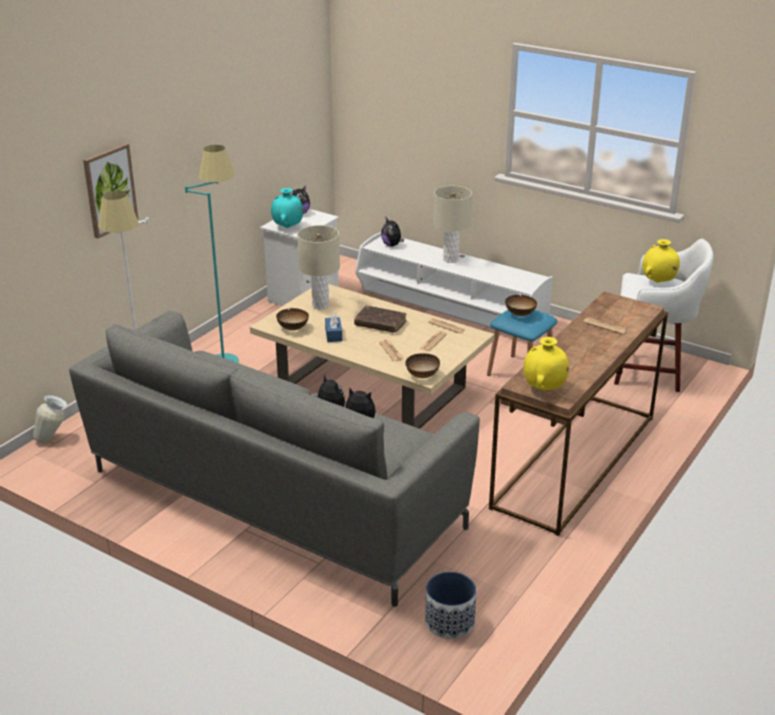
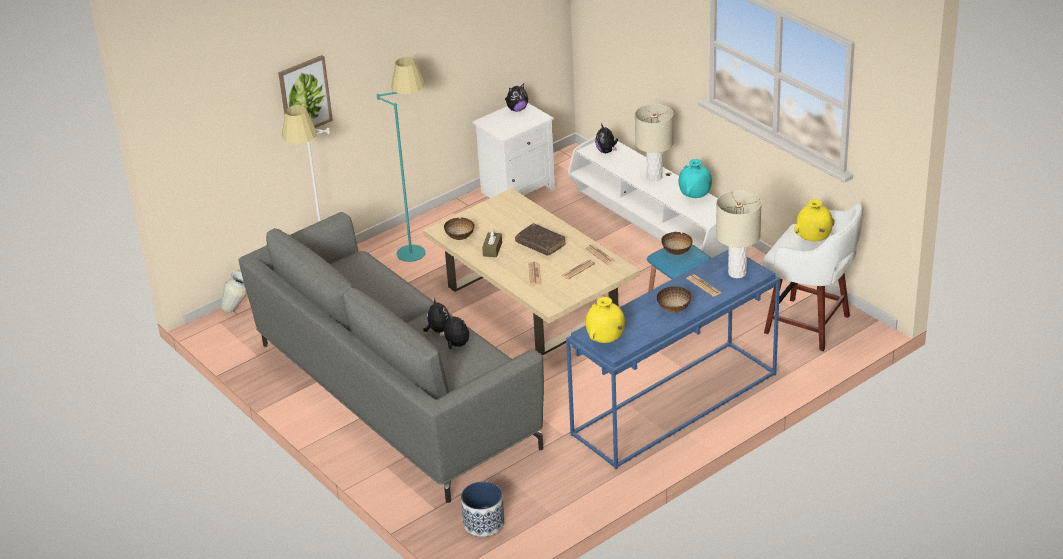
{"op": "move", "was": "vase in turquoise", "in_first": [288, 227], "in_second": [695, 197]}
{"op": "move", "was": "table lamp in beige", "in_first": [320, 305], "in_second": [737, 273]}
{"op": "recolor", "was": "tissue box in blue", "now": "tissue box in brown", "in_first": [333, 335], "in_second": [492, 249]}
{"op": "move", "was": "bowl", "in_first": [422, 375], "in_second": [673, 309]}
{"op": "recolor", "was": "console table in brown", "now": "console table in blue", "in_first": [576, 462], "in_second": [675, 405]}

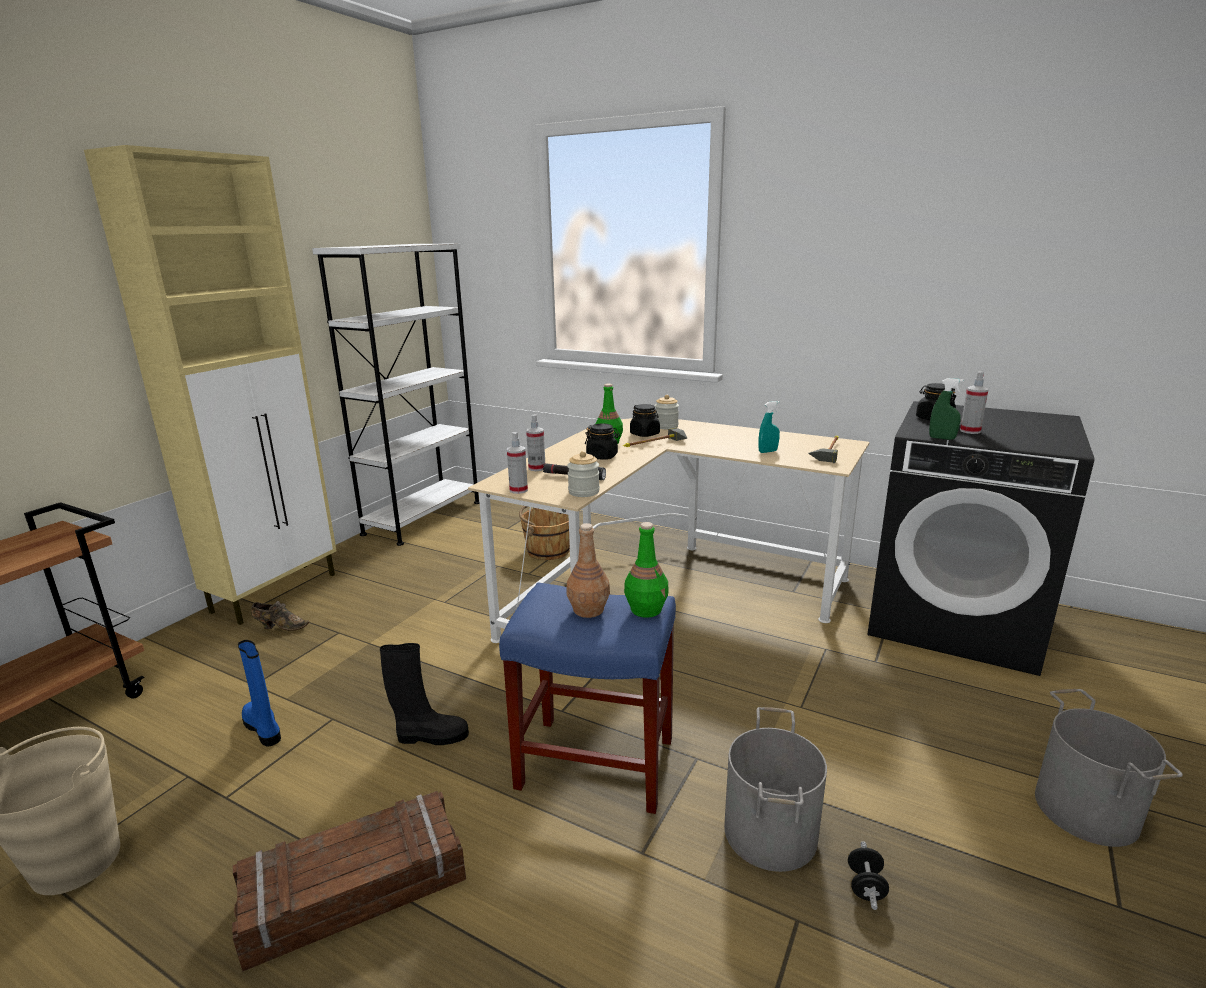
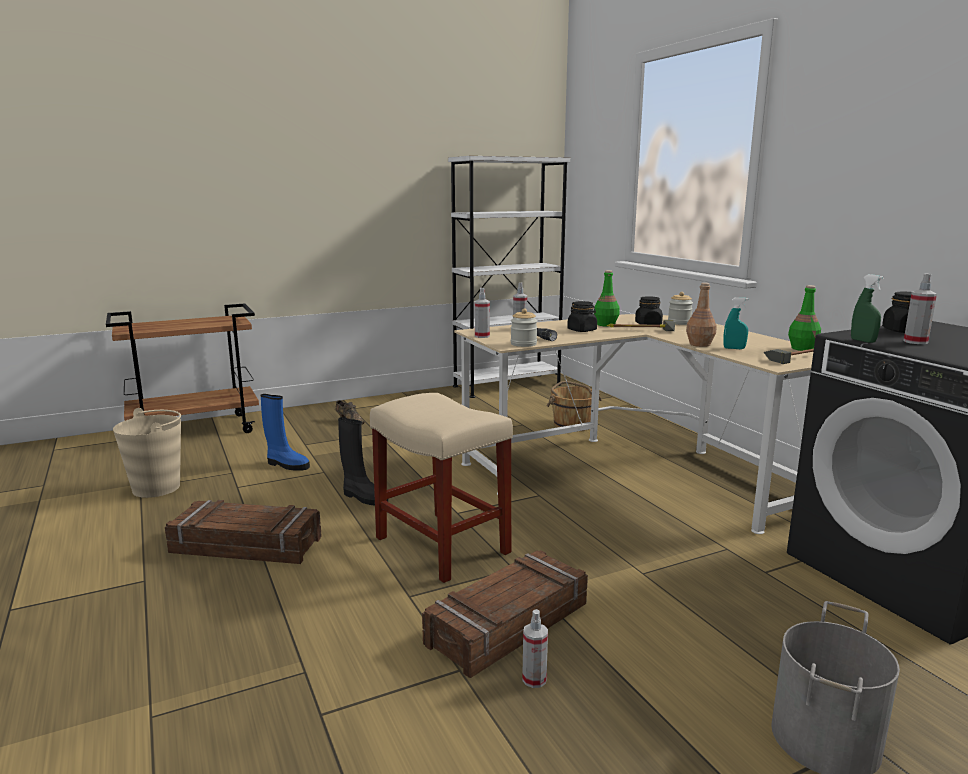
{"op": "delete", "was": "cabinet in beige", "in_first": [277, 592]}
{"op": "rotate", "was": "boot in blue", "in_first": [264, 728], "in_second": [286, 465], "clockwise": 120}
{"op": "recolor", "was": "stool in blue", "now": "stool in beige", "in_first": [593, 763], "in_second": [440, 544]}
{"op": "move", "was": "bottle in brown", "in_first": [588, 609], "in_second": [699, 344]}
{"op": "move", "was": "bottle in green", "in_first": [646, 609], "in_second": [802, 348]}
{"op": "replace", "was": "bucket in grey", "now": "crate", "in_first": [768, 832], "in_second": [507, 623]}
{"op": "replace", "was": "dumbbell in black", "now": "spray bottle", "in_first": [865, 886], "in_second": [534, 679]}

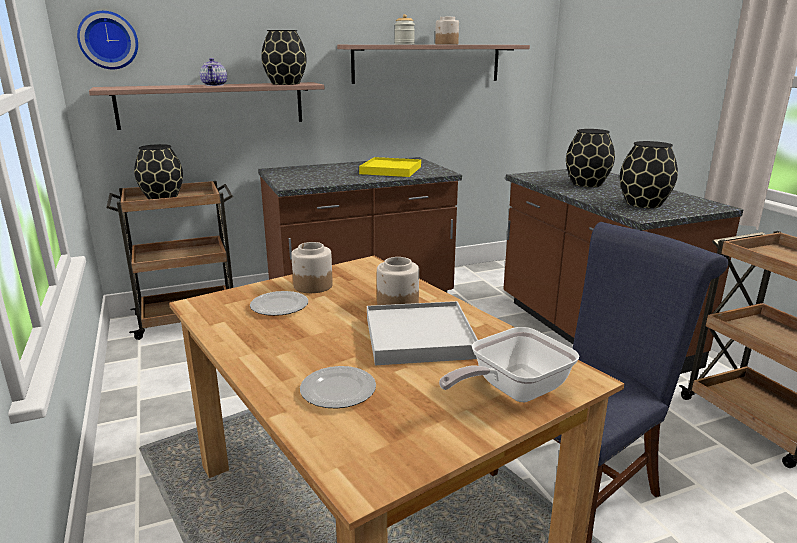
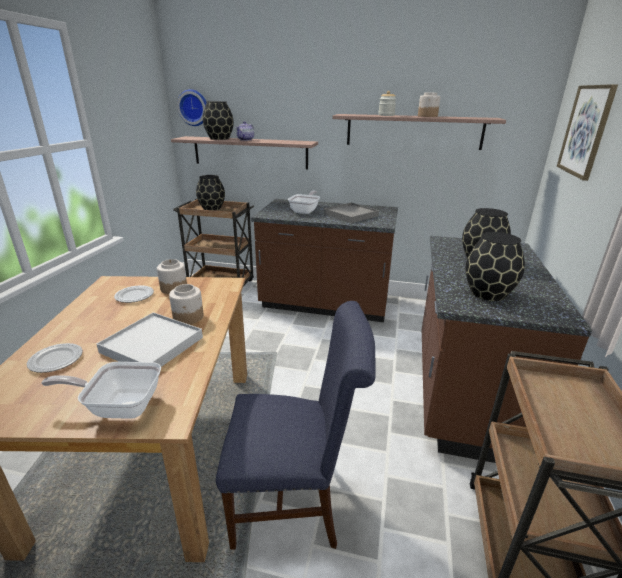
{"op": "move", "was": "vase in black", "in_first": [285, 83], "in_second": [219, 138]}
{"op": "recolor", "was": "tray in yellow", "now": "tray in grey", "in_first": [391, 170], "in_second": [351, 215]}
{"op": "insert", "now": "frying pan", "in_second": [305, 211]}
{"op": "insert", "now": "picture", "in_second": [585, 131]}

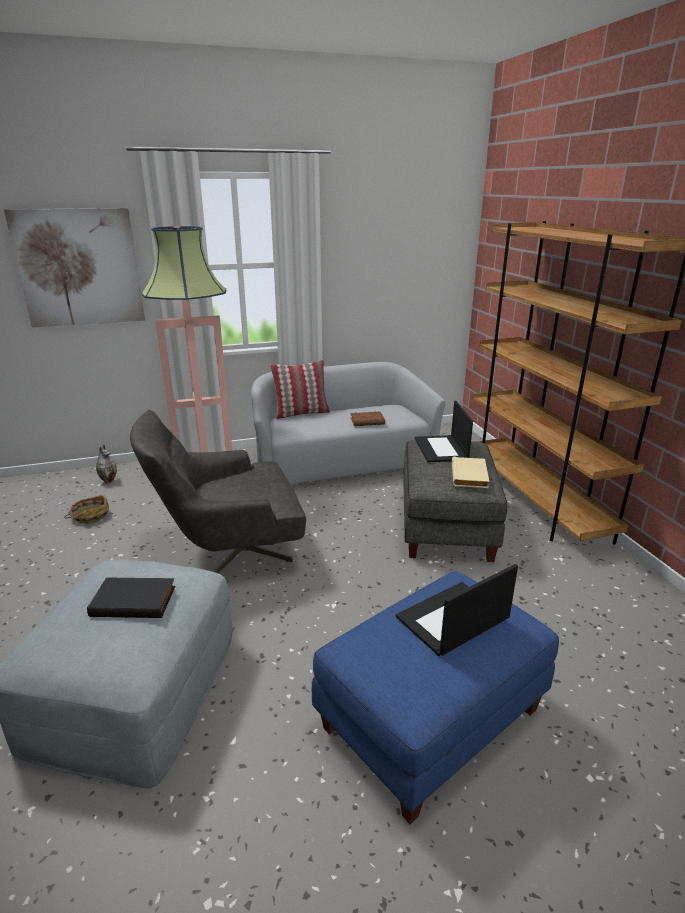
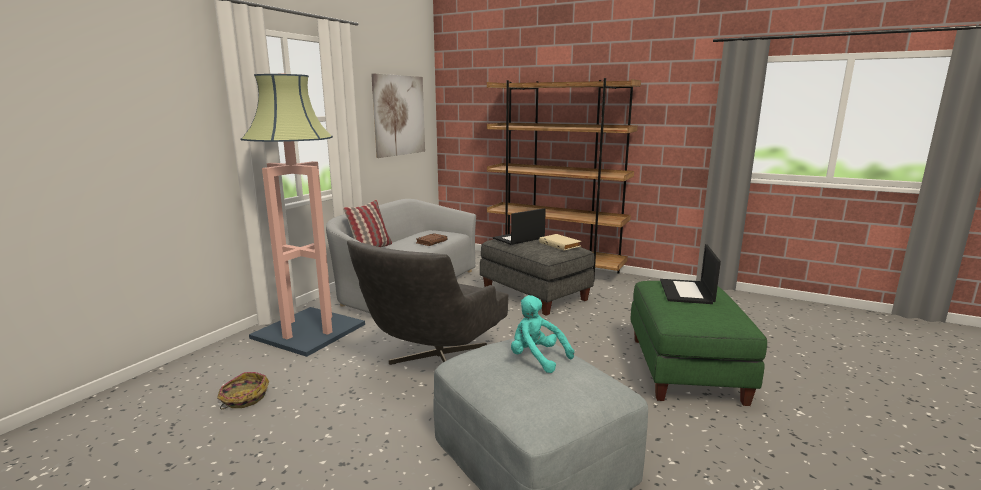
{"op": "move", "was": "picture", "in_first": [79, 268], "in_second": [399, 115]}
{"op": "replace", "was": "book in black", "now": "plush toy in turquoise", "in_first": [135, 600], "in_second": [536, 358]}
{"op": "delete", "was": "vase", "in_first": [109, 480]}
{"op": "recolor", "was": "ottoman in blue", "now": "ottoman in green", "in_first": [431, 721], "in_second": [686, 369]}
{"op": "rotate", "was": "laptop", "in_first": [441, 449], "in_second": [518, 238], "clockwise": 105}

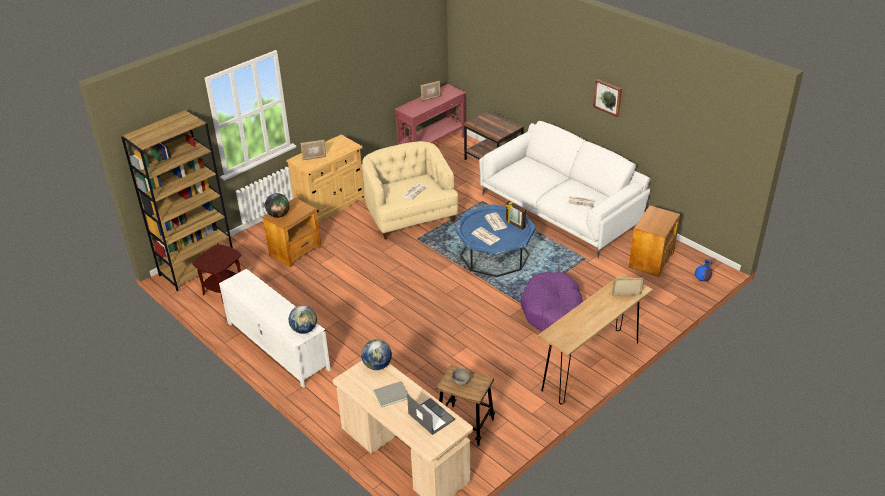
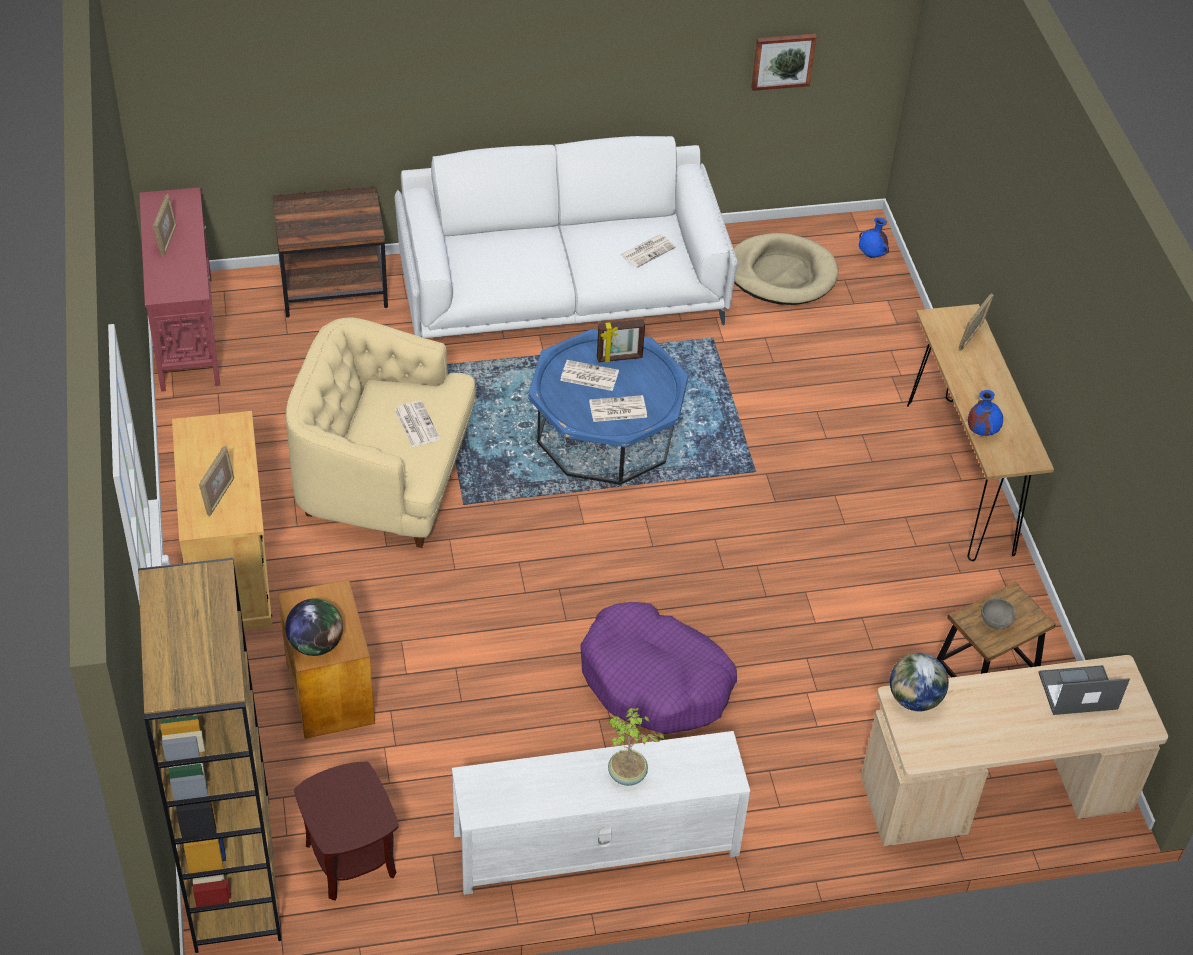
{"op": "delete", "was": "globe", "in_first": [304, 329]}
{"op": "delete", "was": "book in grey", "in_first": [390, 394]}
{"op": "move", "was": "dog bed in purple", "in_first": [553, 311], "in_second": [655, 681]}
{"op": "move", "was": "picture", "in_first": [608, 97], "in_second": [783, 60]}
{"op": "replace", "was": "side table in brown", "now": "dog bed in beige", "in_first": [651, 260], "in_second": [781, 274]}
{"op": "insert", "now": "potted plant", "in_second": [627, 775]}
{"op": "insert", "now": "vase in blue", "in_second": [982, 430]}

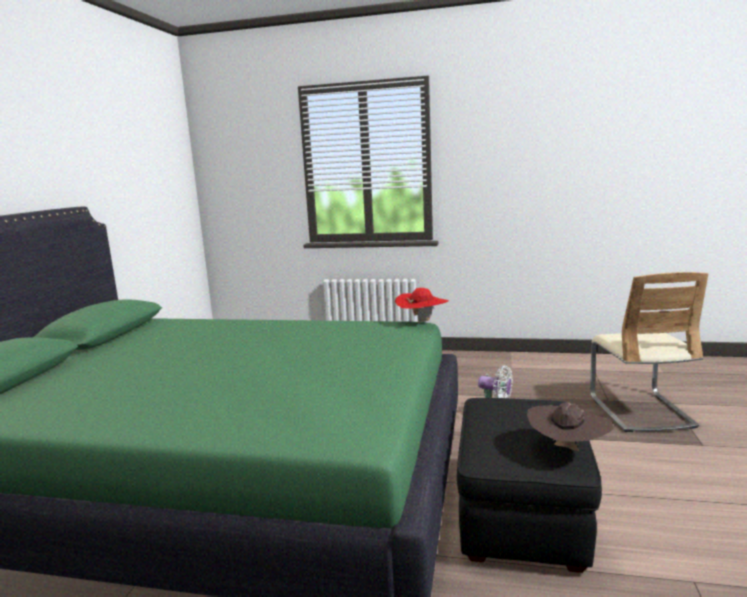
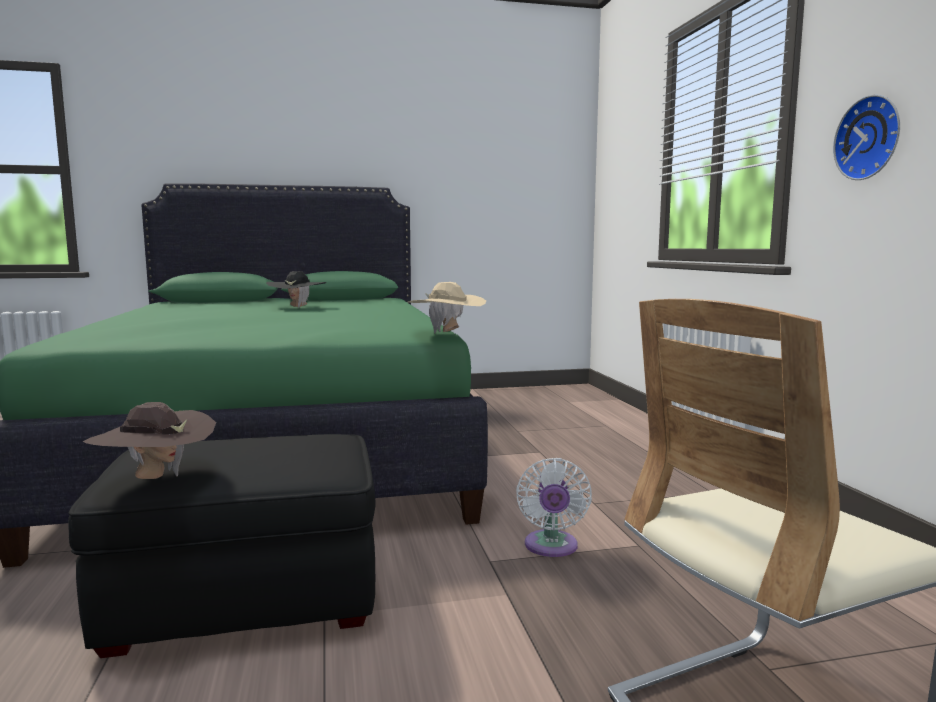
{"op": "recolor", "was": "hat in red", "now": "hat in beige", "in_first": [422, 321], "in_second": [448, 333]}
{"op": "insert", "now": "hat in black", "in_second": [297, 307]}
{"op": "insert", "now": "wall clock", "in_second": [870, 138]}

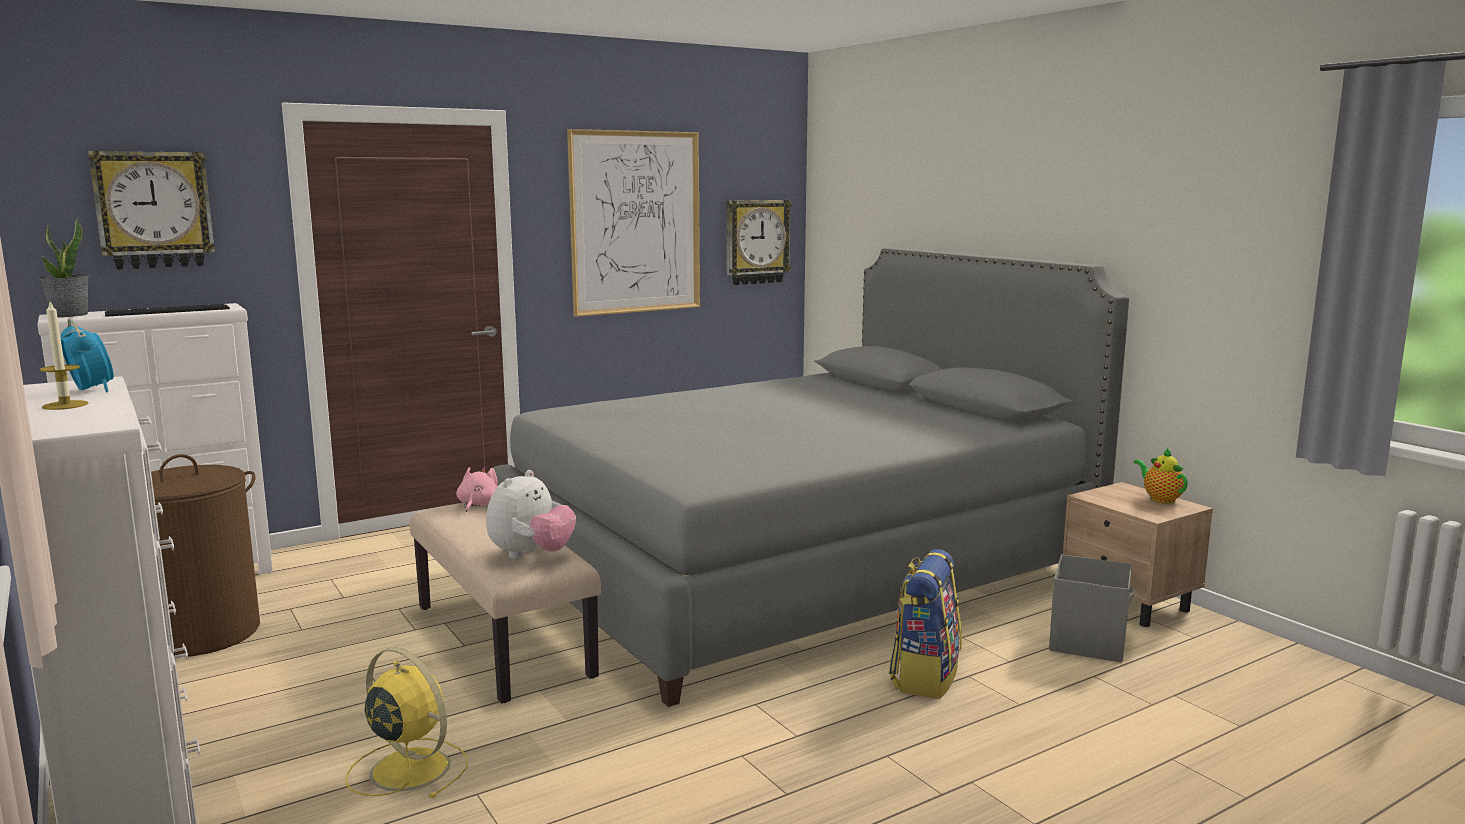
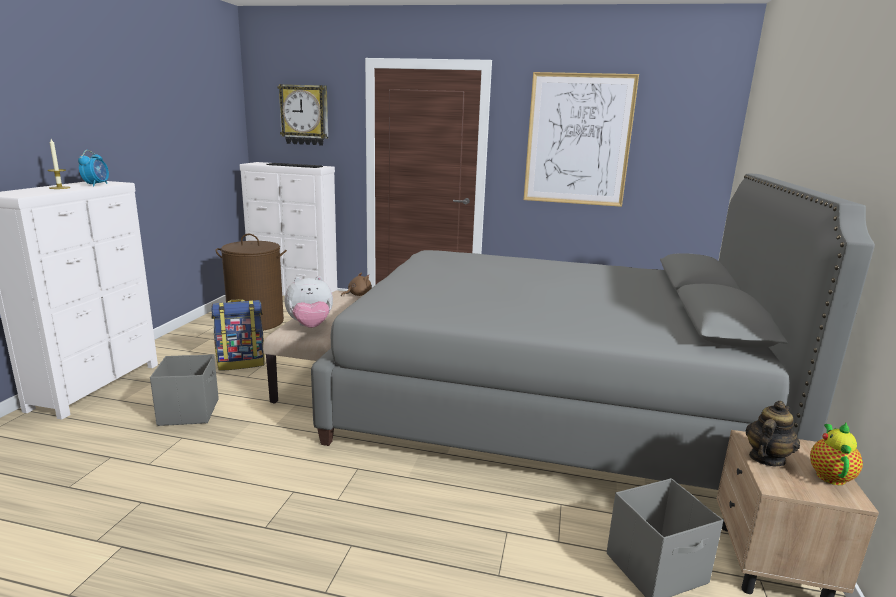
{"op": "delete", "was": "potted plant", "in_first": [69, 315]}
{"op": "replace", "was": "fan in yellow", "now": "storage box in grey", "in_first": [407, 768], "in_second": [189, 412]}
{"op": "recolor", "was": "plush toy in pink", "now": "plush toy in brown", "in_first": [477, 505], "in_second": [358, 295]}
{"op": "delete", "was": "wall clock", "in_first": [756, 242]}
{"op": "move", "was": "backpack", "in_first": [924, 676], "in_second": [241, 363]}
{"op": "insert", "now": "teapot", "in_second": [766, 458]}

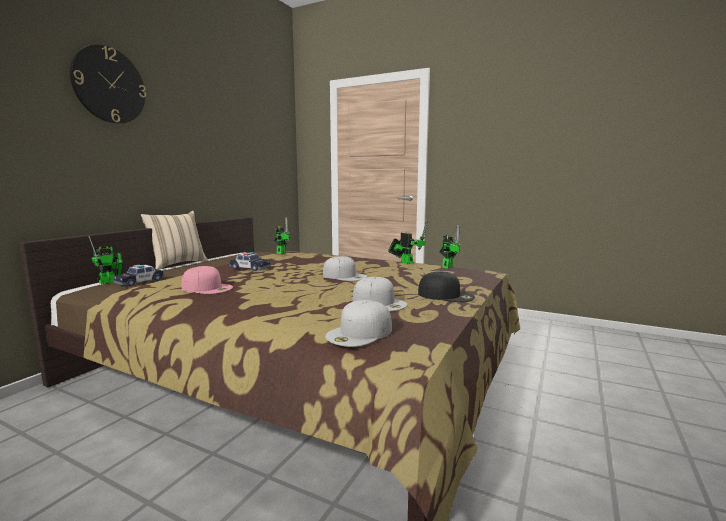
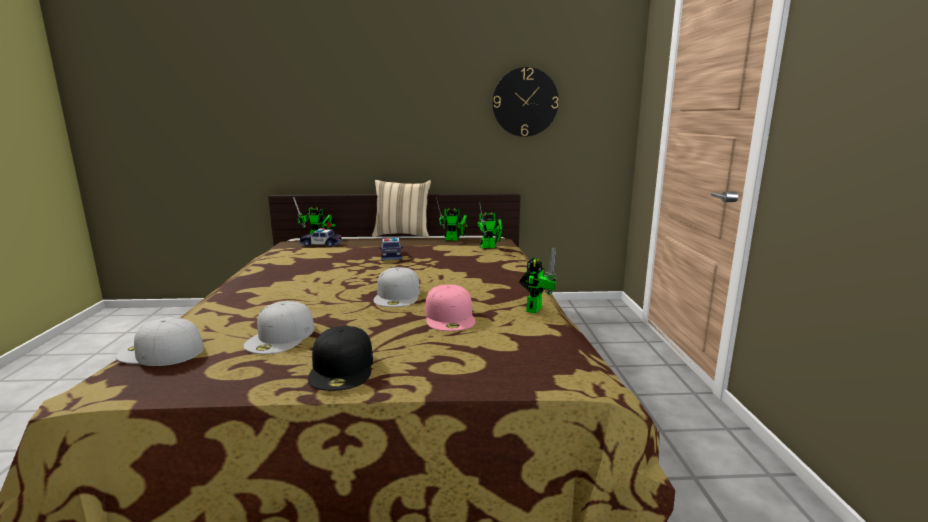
{"op": "move", "was": "wall clock", "in_first": [109, 85], "in_second": [525, 102]}
{"op": "move", "was": "cap in pink", "in_first": [207, 288], "in_second": [450, 317]}
{"op": "move", "was": "toy robot", "in_first": [448, 266], "in_second": [454, 239]}

